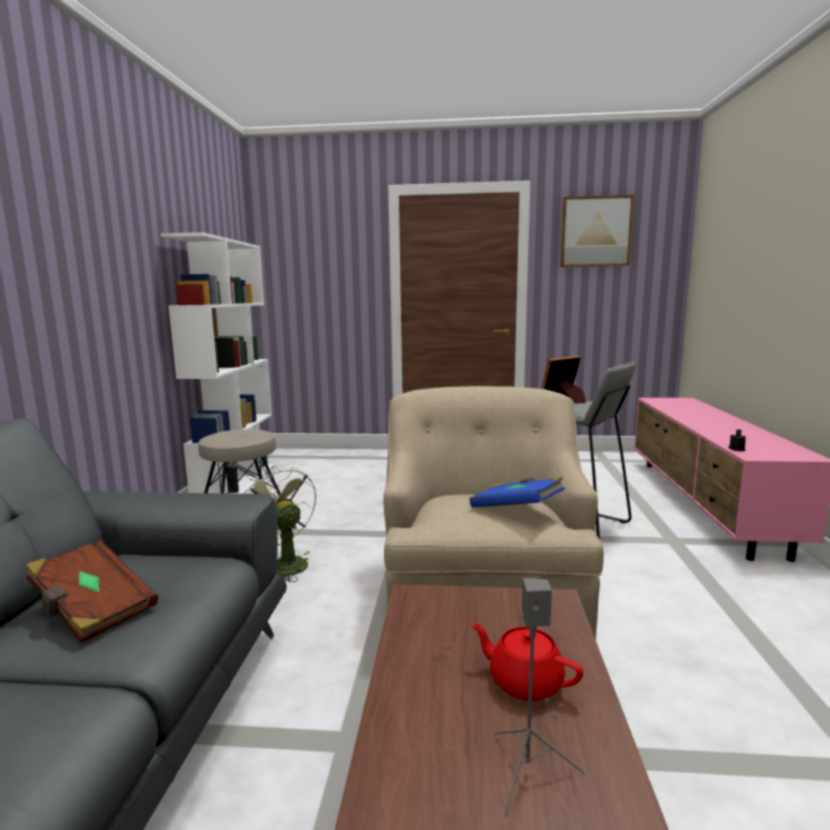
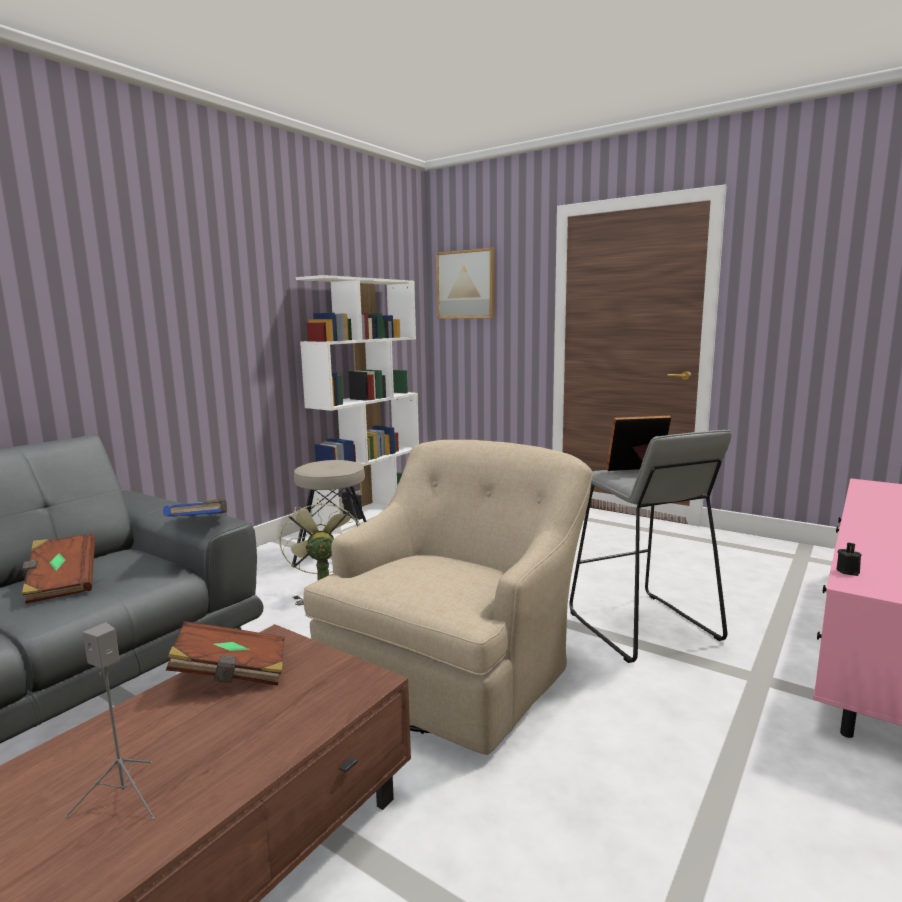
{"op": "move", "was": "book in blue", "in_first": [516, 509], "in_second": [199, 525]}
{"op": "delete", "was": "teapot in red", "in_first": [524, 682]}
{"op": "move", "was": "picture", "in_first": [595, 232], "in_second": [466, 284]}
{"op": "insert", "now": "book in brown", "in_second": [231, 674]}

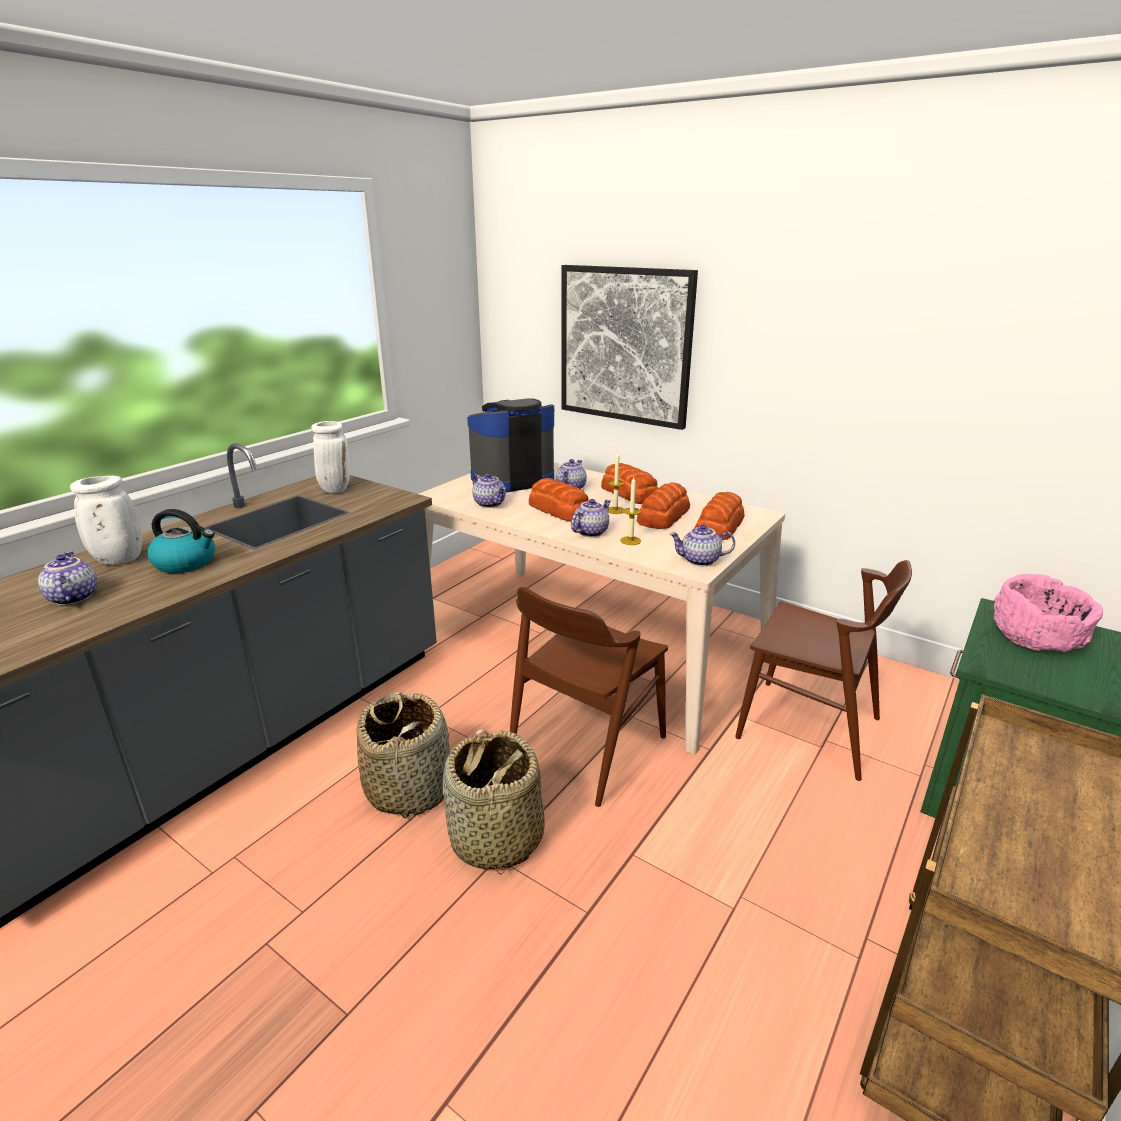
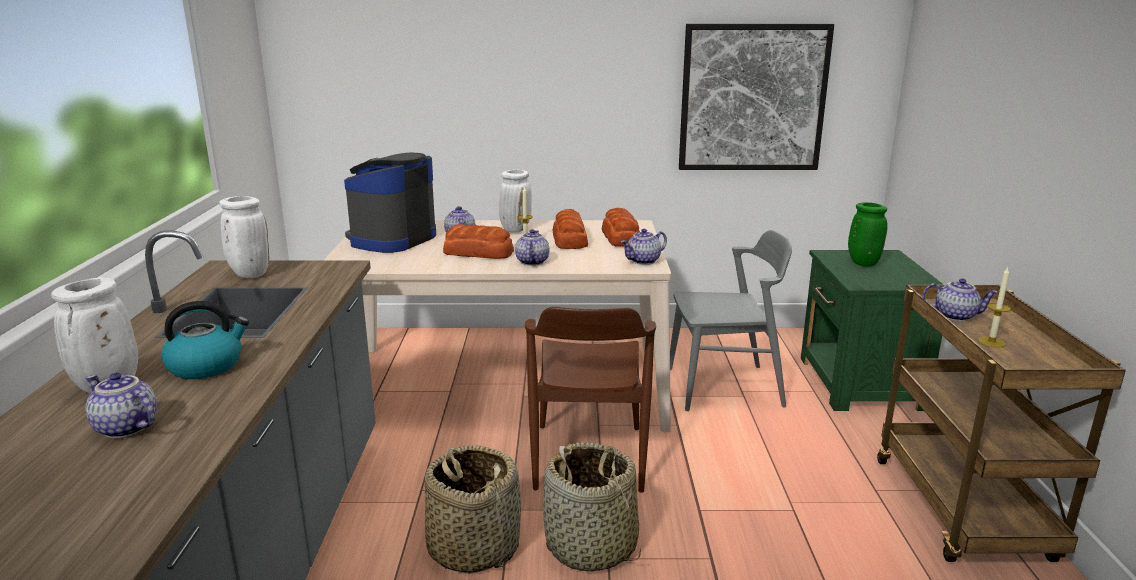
{"op": "move", "was": "teapot", "in_first": [490, 504], "in_second": [955, 315]}
{"op": "move", "was": "picture", "in_first": [625, 345], "in_second": [752, 98]}
{"op": "replace", "was": "bread", "now": "vase in white", "in_first": [629, 493], "in_second": [515, 229]}
{"op": "move", "was": "candle", "in_first": [630, 540], "in_second": [991, 342]}
{"op": "recolor", "was": "chair in brown", "now": "chair in grey", "in_first": [809, 728], "in_second": [725, 387]}
{"op": "replace", "was": "bowl in pink", "now": "vase in green", "in_first": [1035, 638], "in_second": [862, 263]}

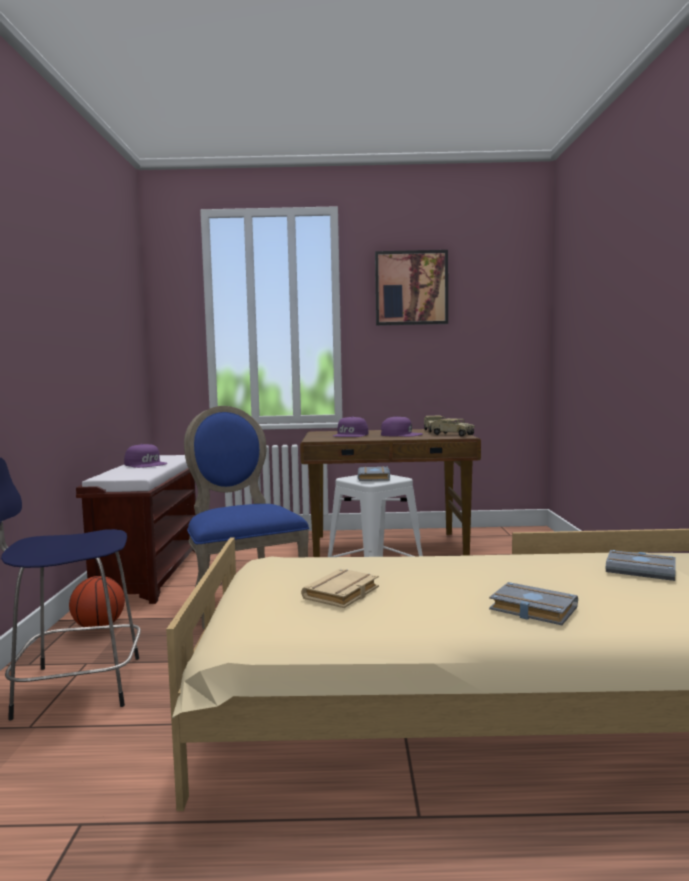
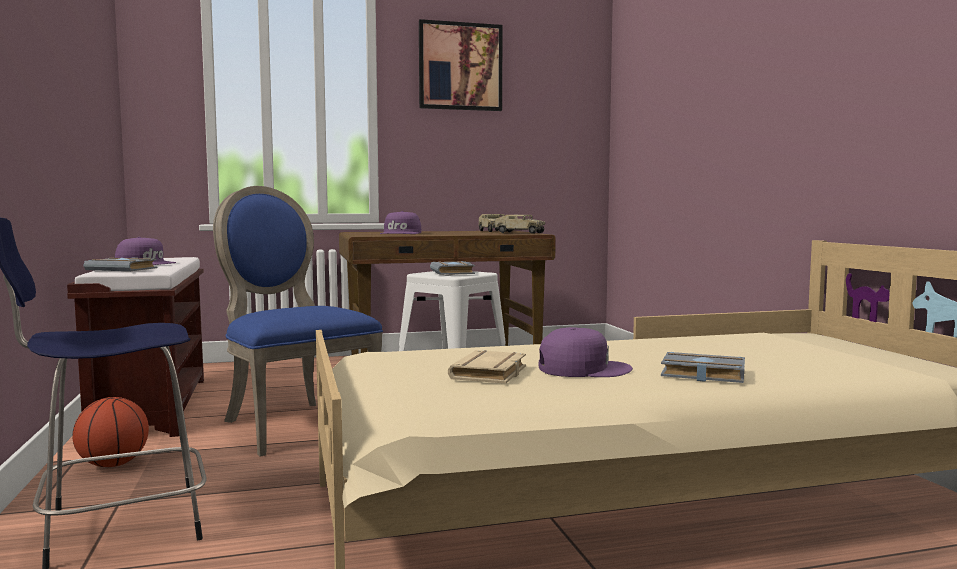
{"op": "move", "was": "cap in purple", "in_first": [401, 434], "in_second": [583, 368]}
{"op": "move", "was": "book in grey", "in_first": [642, 570], "in_second": [124, 270]}

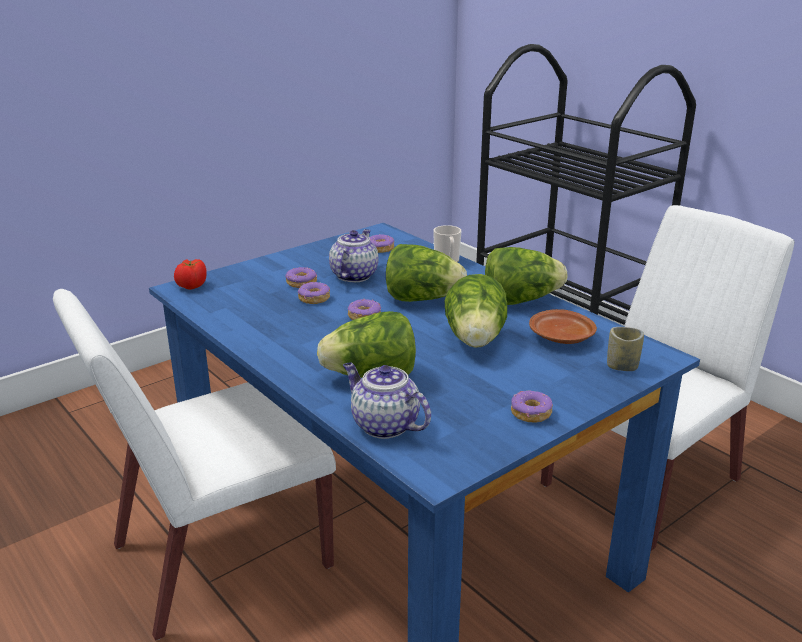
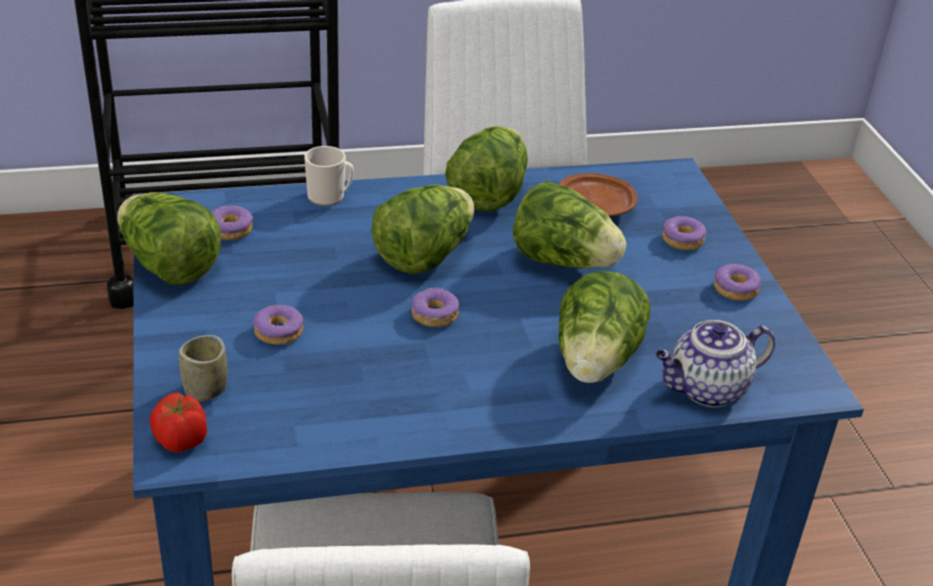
{"op": "move", "was": "donut", "in_first": [314, 298], "in_second": [682, 240]}
{"op": "delete", "was": "teapot", "in_first": [354, 275]}
{"op": "move", "was": "cup", "in_first": [622, 366], "in_second": [205, 390]}
{"op": "insert", "now": "lettuce", "in_second": [169, 266]}

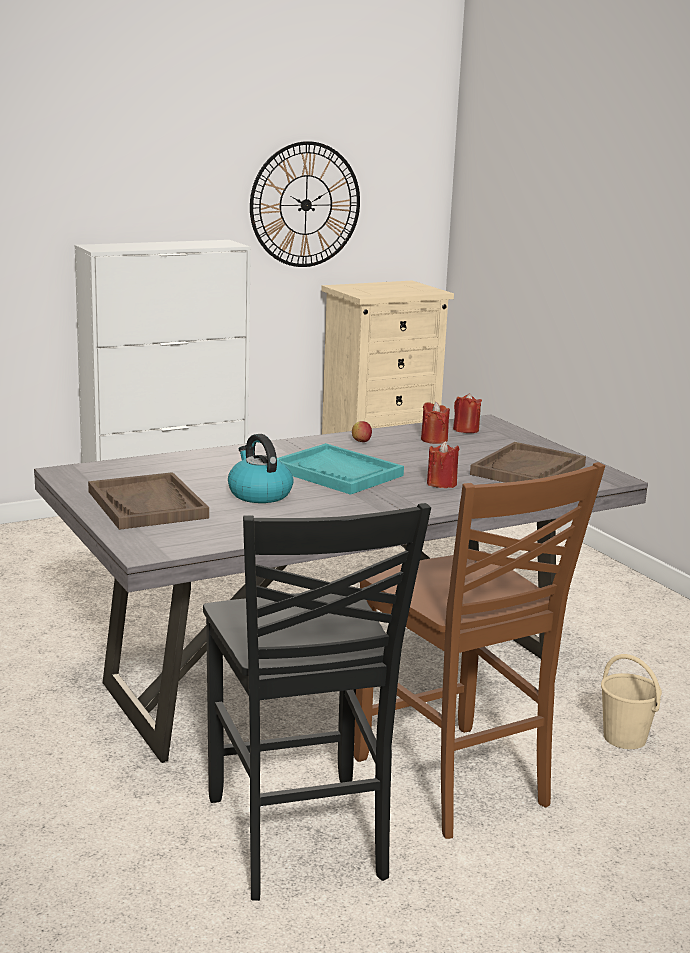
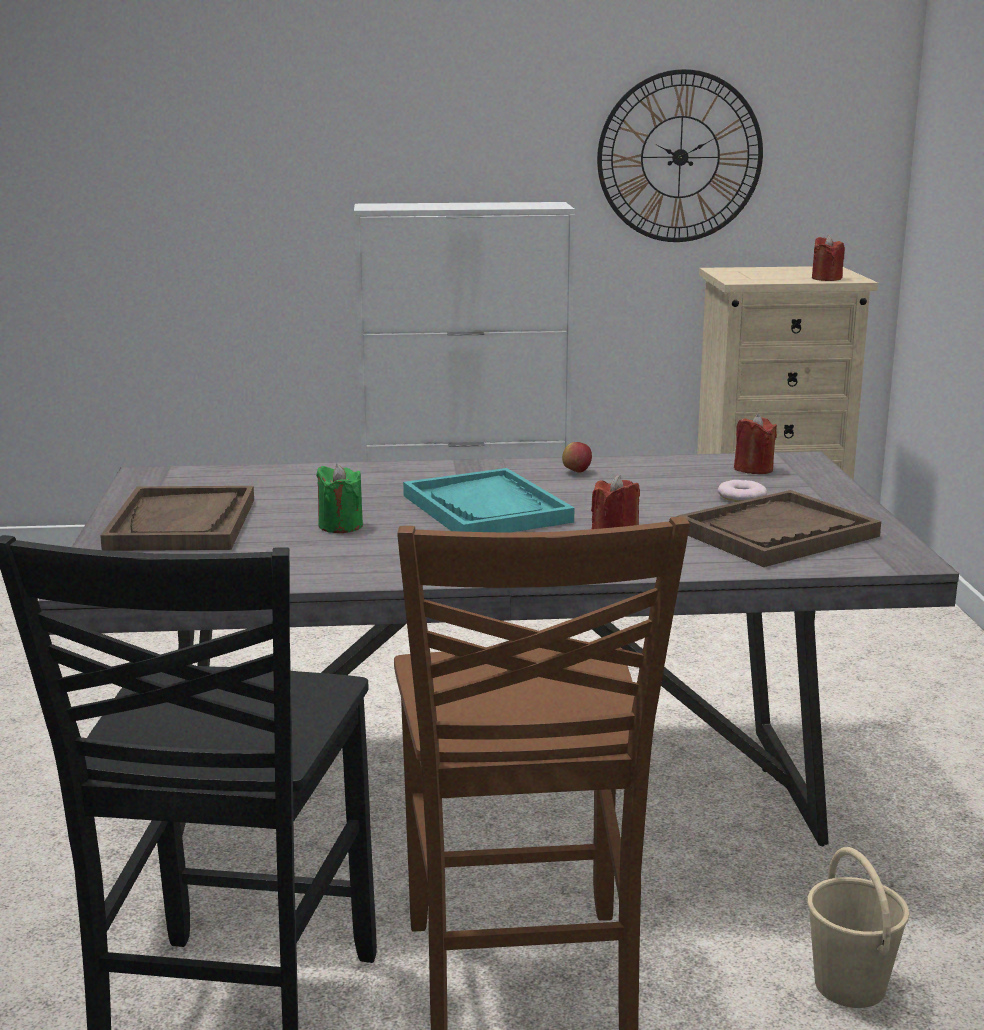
{"op": "replace", "was": "kettle", "now": "candle in green", "in_first": [259, 494], "in_second": [340, 526]}
{"op": "move", "was": "candle in red", "in_first": [434, 440], "in_second": [826, 278]}
{"op": "insert", "now": "donut", "in_second": [741, 497]}

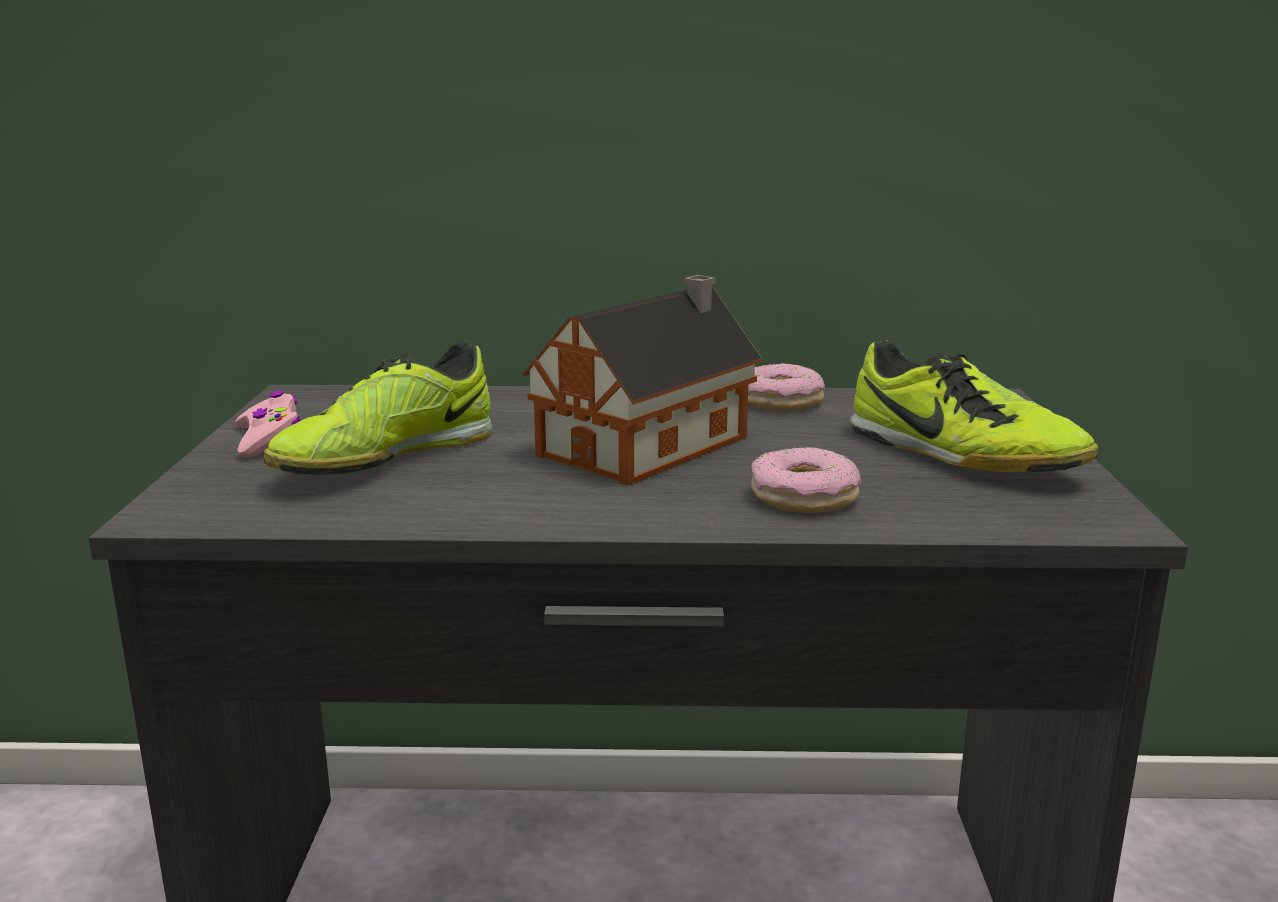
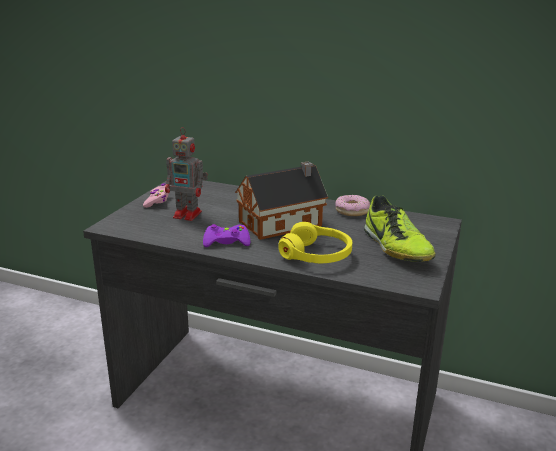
{"op": "replace", "was": "shoe", "now": "toy robot", "in_first": [386, 458], "in_second": [189, 215]}
{"op": "replace", "was": "donut", "now": "headphones in yellow", "in_first": [804, 497], "in_second": [316, 255]}
{"op": "insert", "now": "game controller in purple", "in_second": [226, 242]}

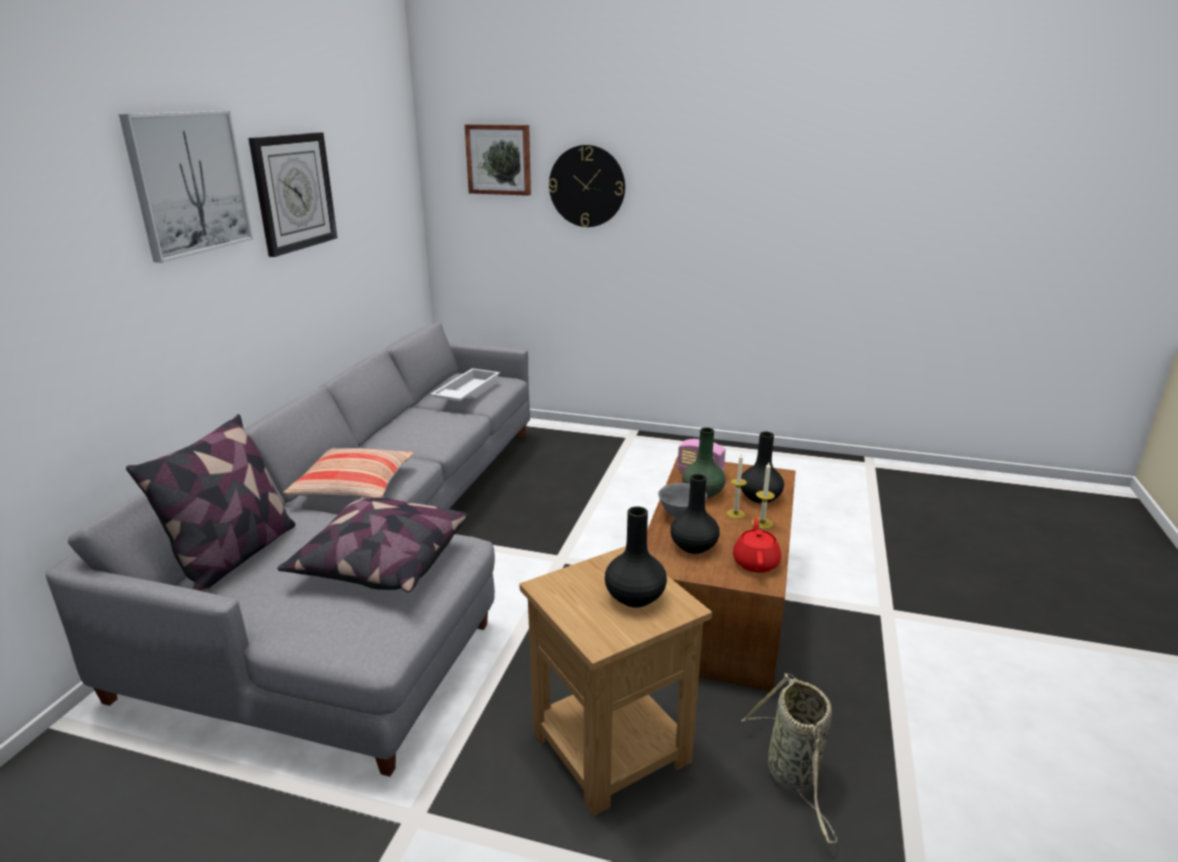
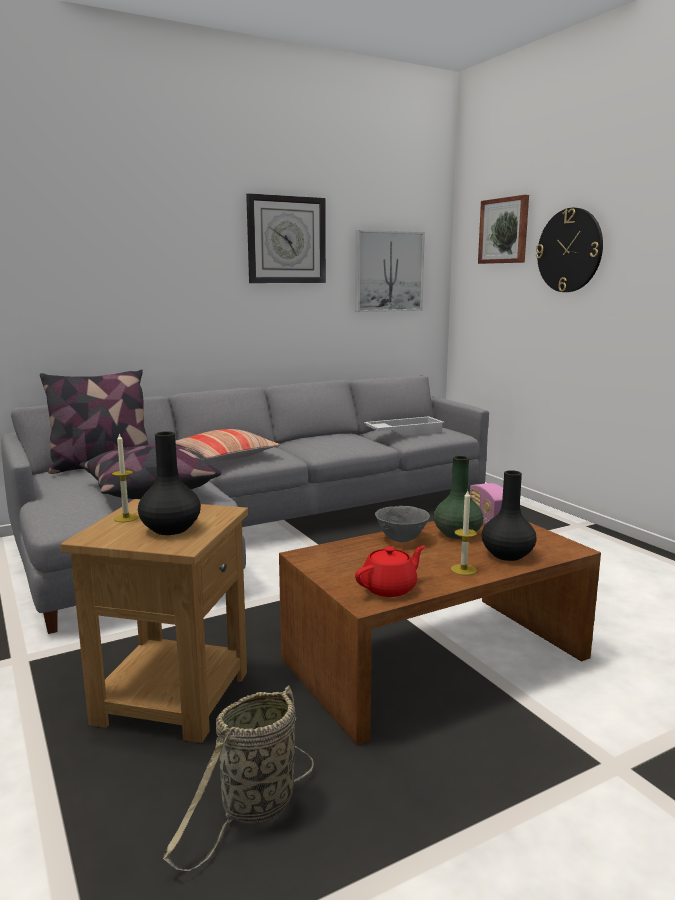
{"op": "move", "was": "picture", "in_first": [189, 183], "in_second": [388, 271]}
{"op": "delete", "was": "vase in black", "in_first": [693, 546]}
{"op": "move", "was": "candle", "in_first": [735, 514], "in_second": [126, 518]}

